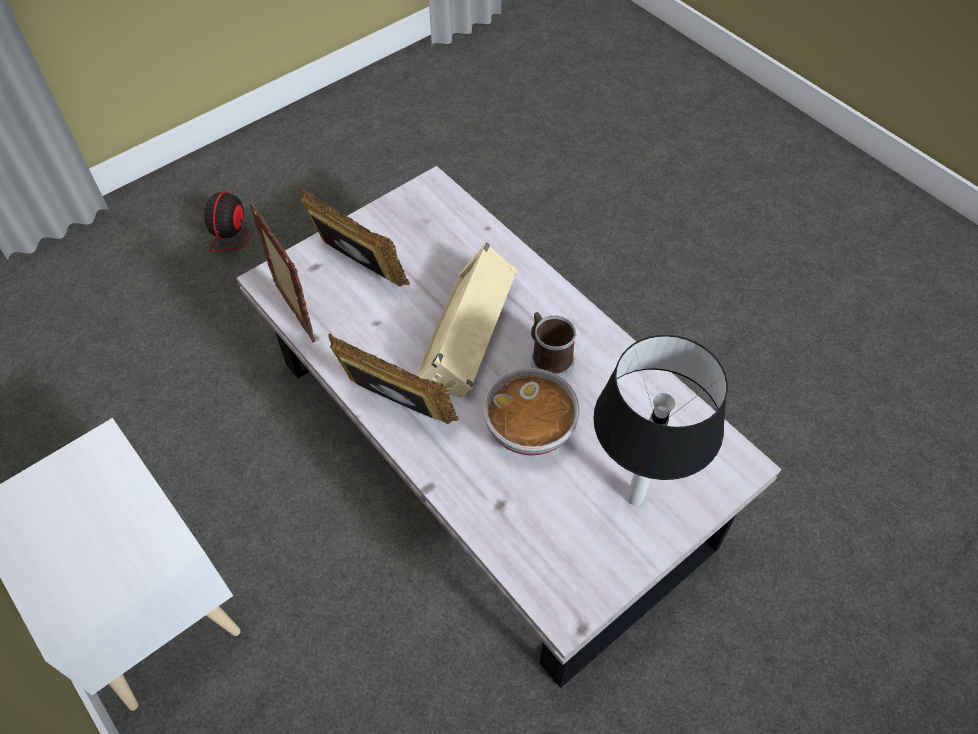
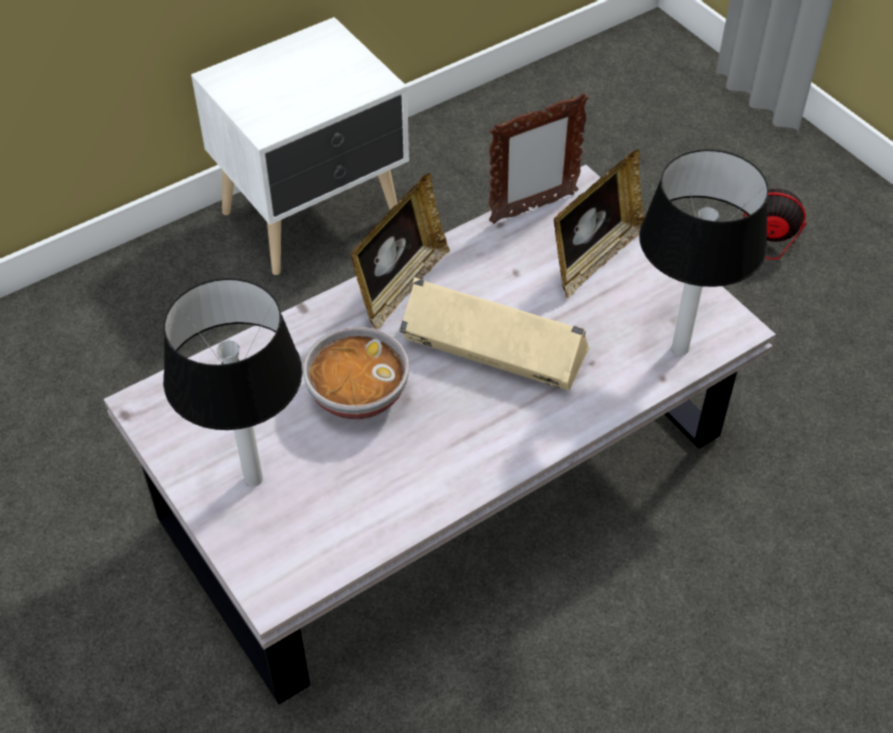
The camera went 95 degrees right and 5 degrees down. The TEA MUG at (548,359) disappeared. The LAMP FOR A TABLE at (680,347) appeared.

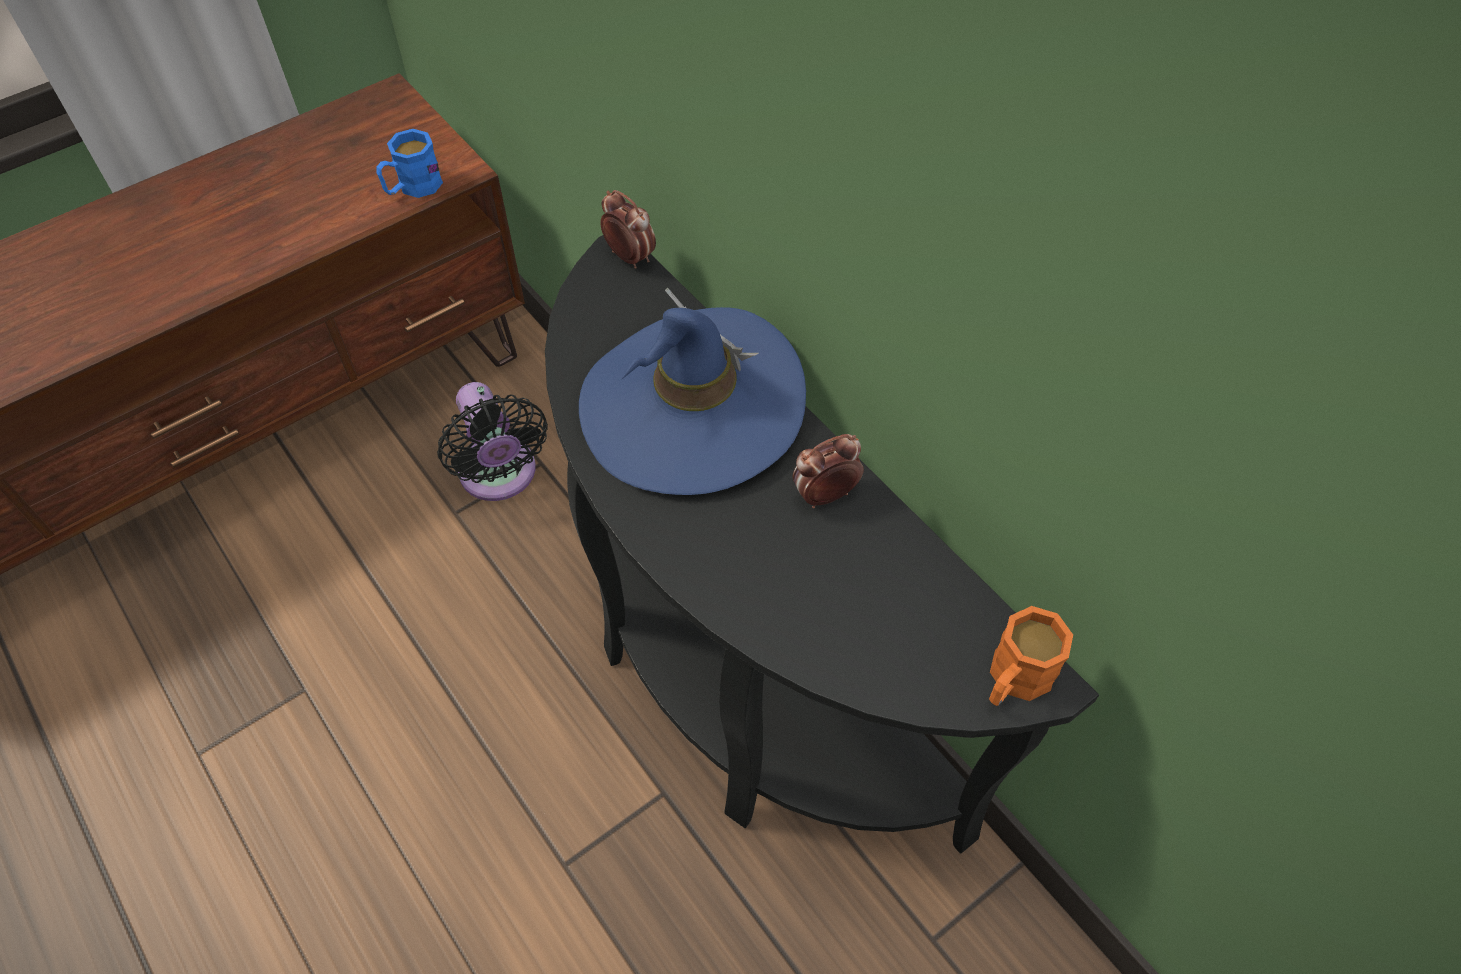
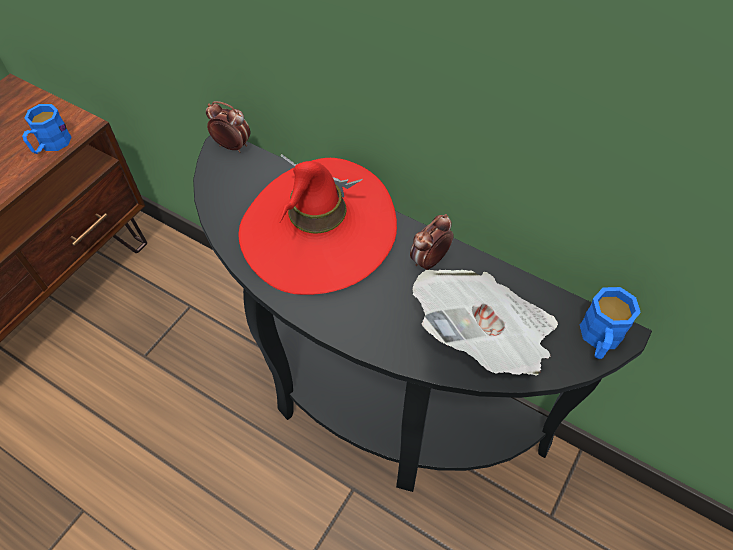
The camera went 20 degrees left and 0 degrees up. The BLACK-COLOURED COOLING FAN at (500,476) disappeared. The DAILY PAPER at (485,337) appeared. The BLUE CLOTHING HAT at (692,407) became the RED CLOTHING HAT at (318,231). The ORANGE TEA MUG at (1014,680) became the BLUE TEA MUG at (599,339).

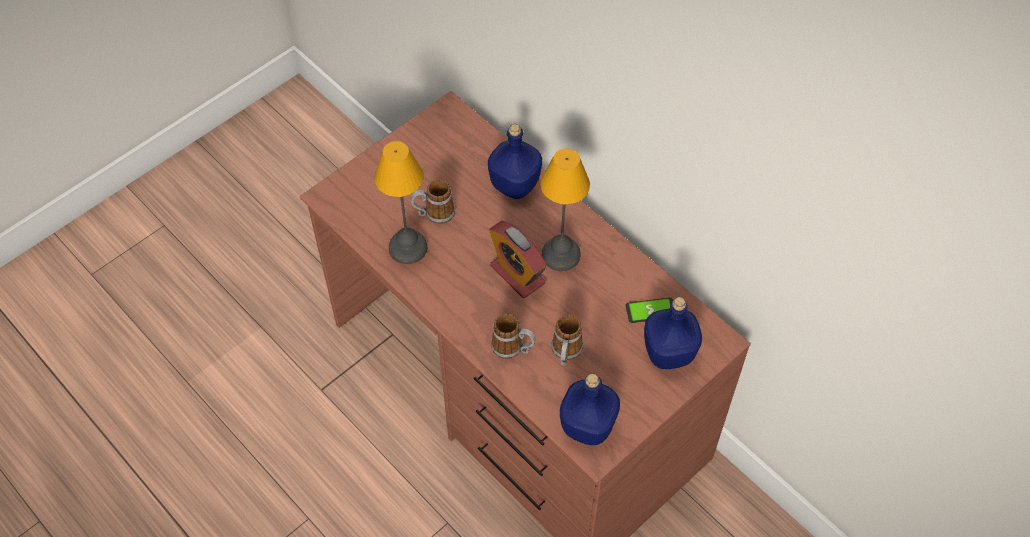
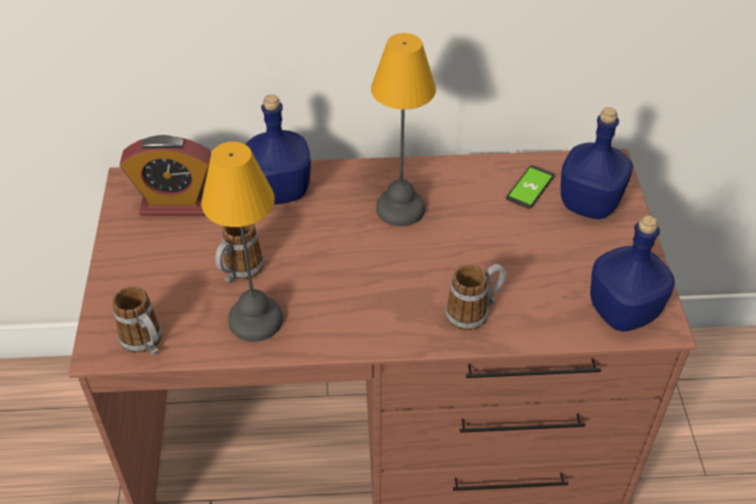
The camera went 50 degrees left and 10 degrees down. The ALARM CLOCK moved from (517,274) to (175,204). The TEA MUG moved from (565,353) to (146,343).

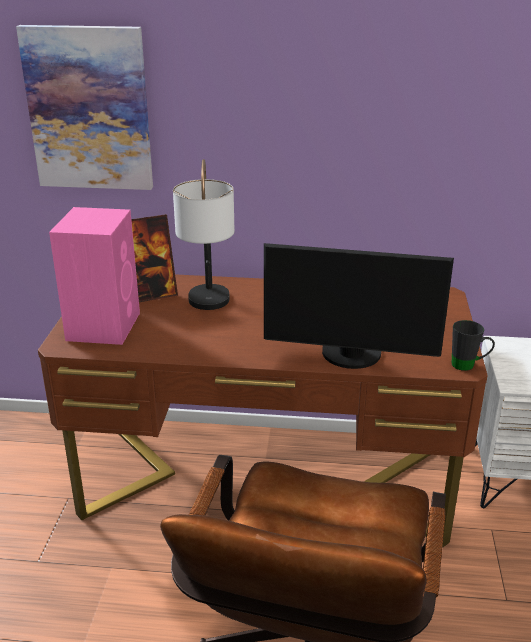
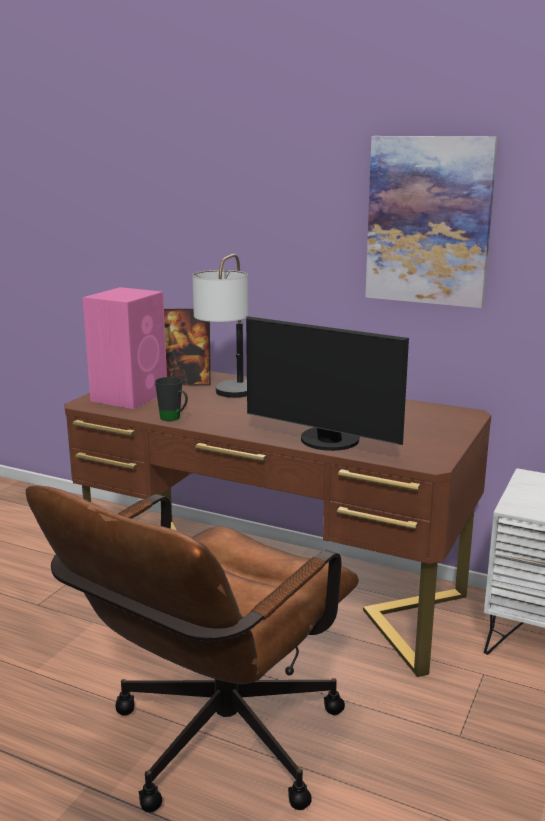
The camera went 20 degrees right and 10 degrees down. The WALL ART moved from (89,109) to (429,221). The BLACK-COLOURED TEA MUG moved from (468,366) to (174,419).

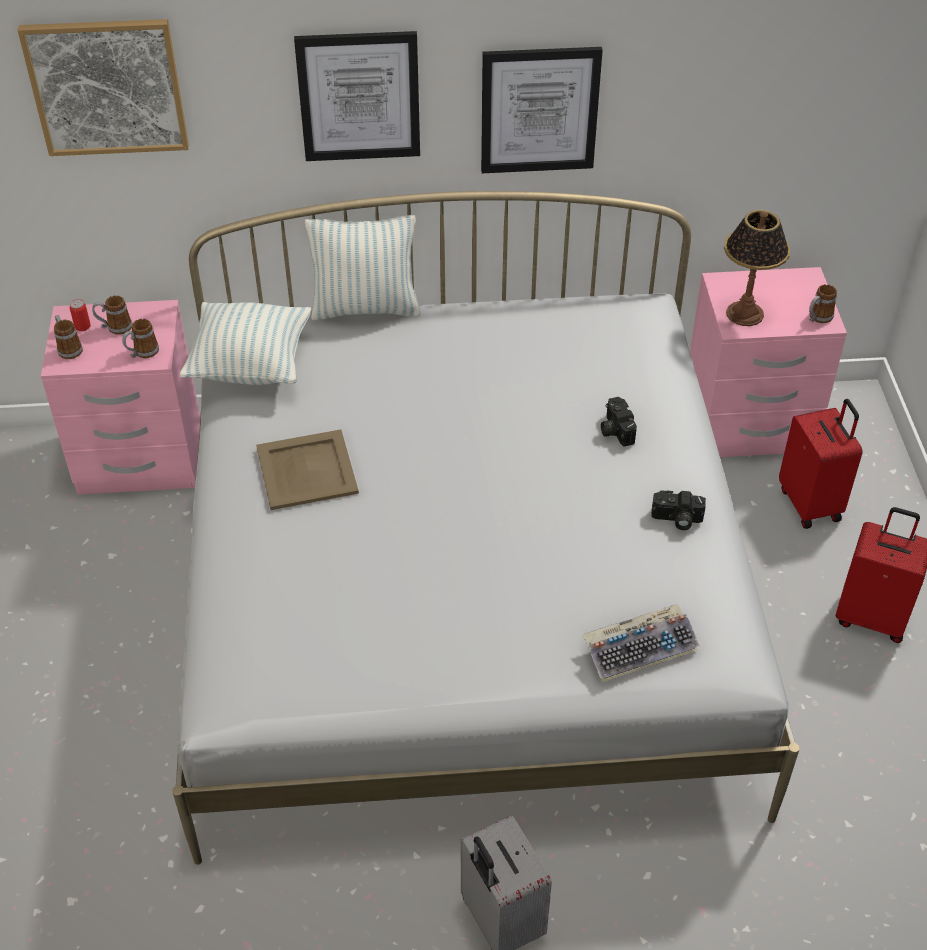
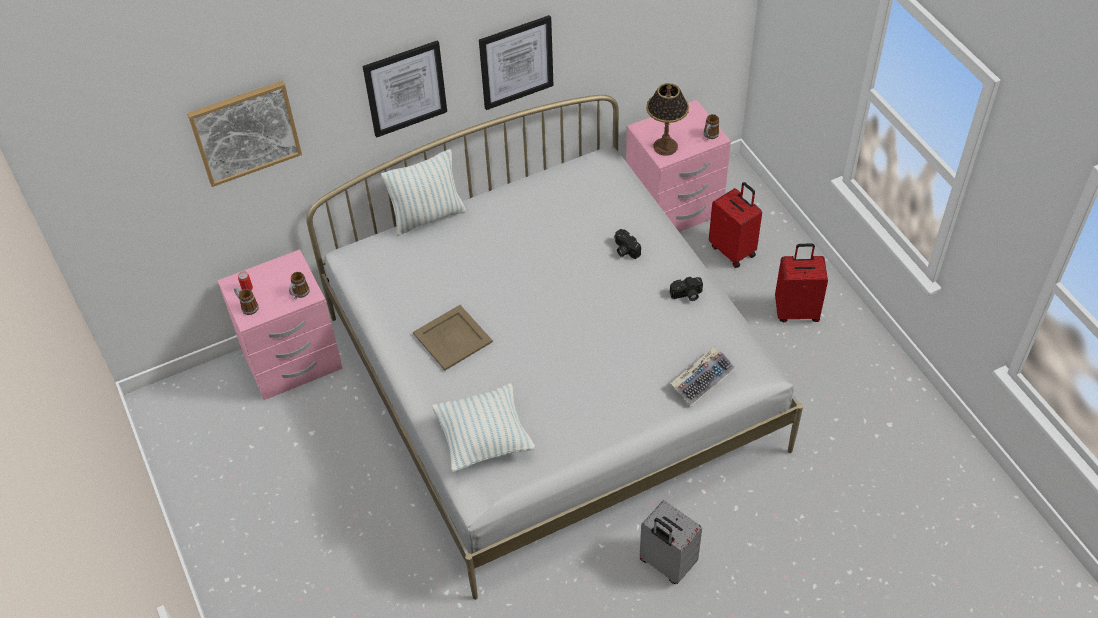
The camera went 20 degrees left and 5 degrees up. The TEA MUG at (115,328) disappeared. The CUSHION moved from (251,365) to (484,439).

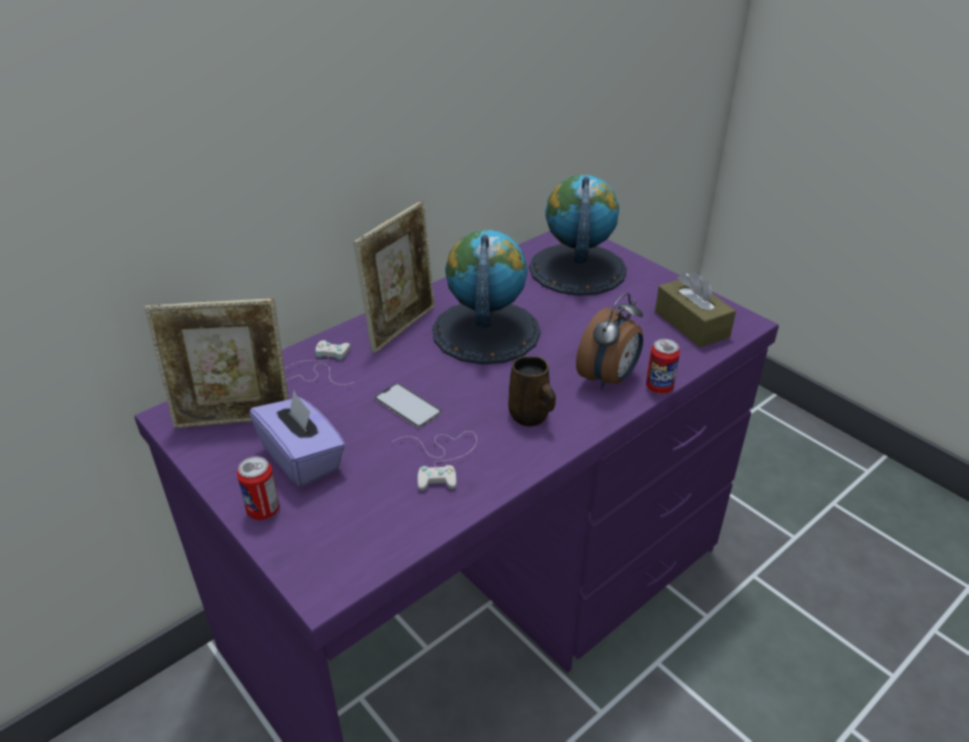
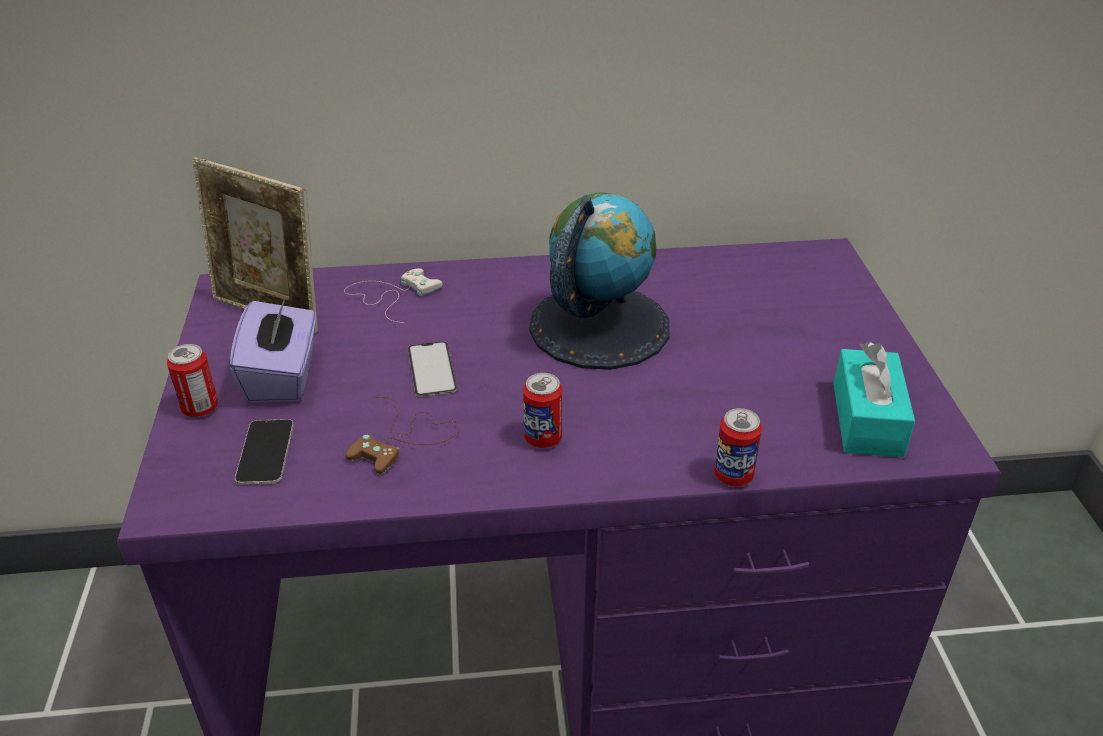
The camera went 35 degrees right and 0 degrees up. The STANDING FRAME at (401,327) disappeared. The DESK GLOBE at (577,269) disappeared. The ALARM CLOCK at (609,378) disappeared. The HANDSET at (265,452) appeared. The BROWN-COLOURED TEA MUG at (530,416) was replaced by the CAN at (543,438). The WHITISH JOYPAD at (442,458) became the BROWN-COLOURED JOYPAD at (404,438). The BROWN-COLOURED TISSUE BOX at (691,324) became the BLUE-GREEN TISSUE BOX at (867,419).

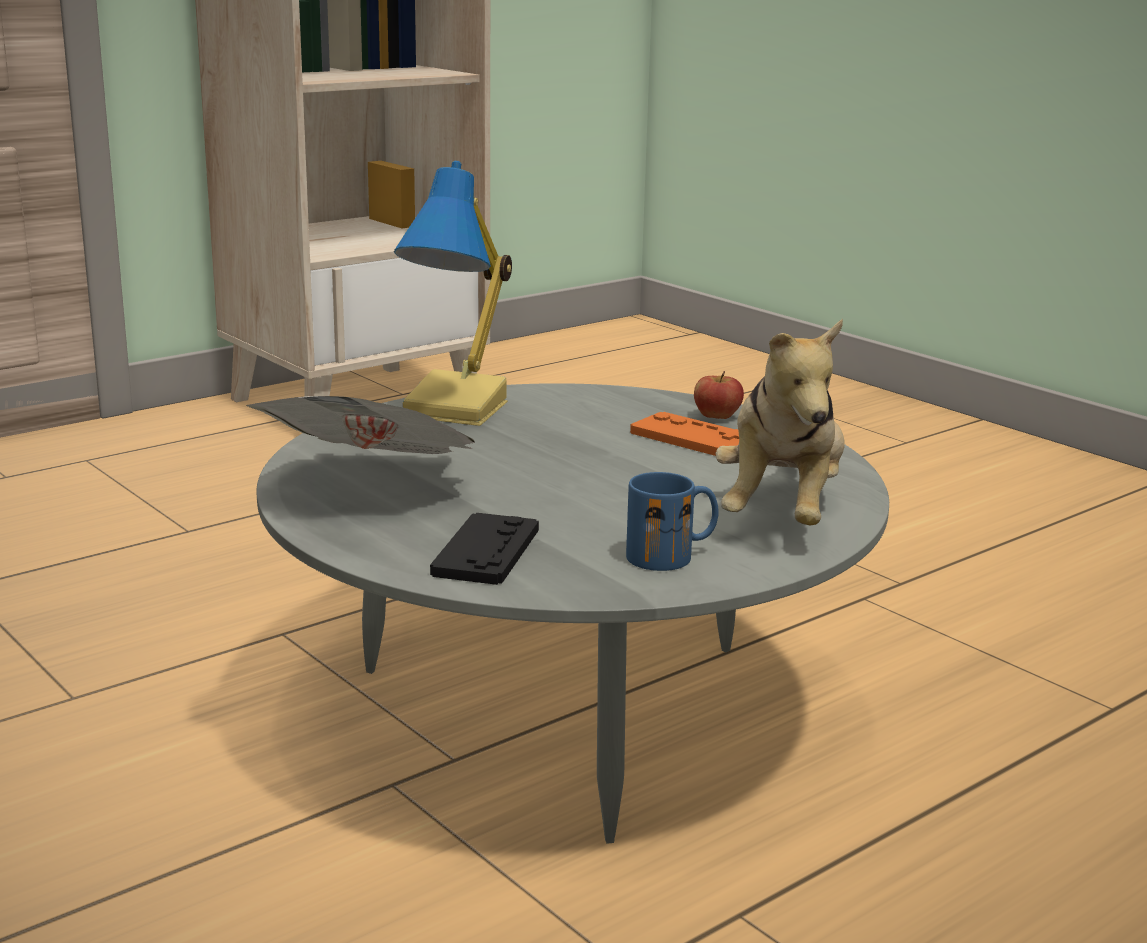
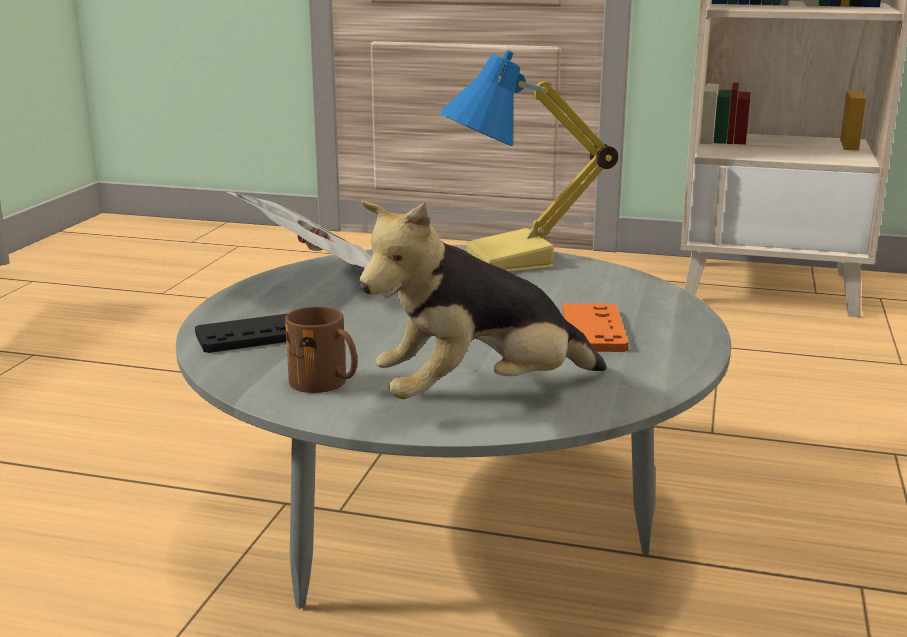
The camera went 55 degrees right and 0 degrees up. The WHOLE APPLE at (717,417) disappeared. The BLUE TEA MUG at (671,556) became the BROWN-COLOURED TEA MUG at (327,384).

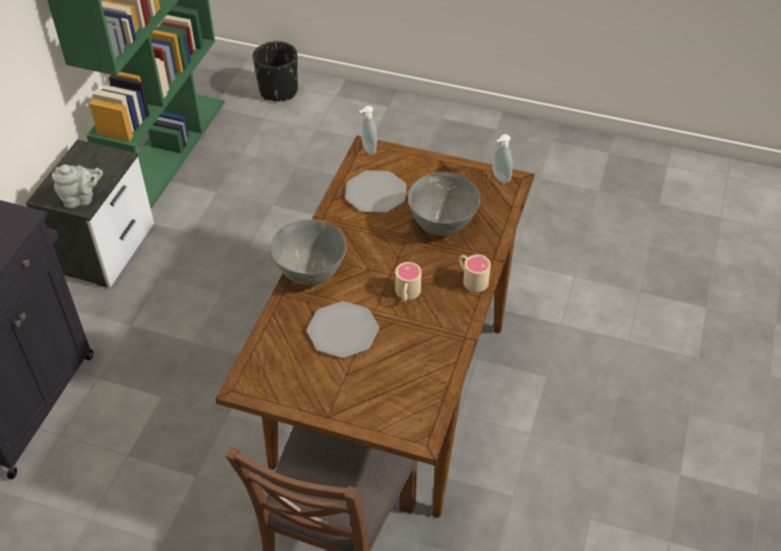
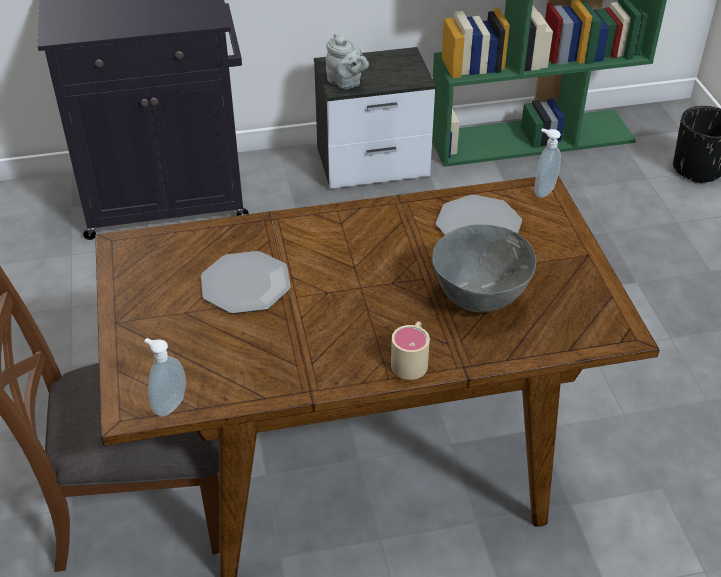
The camera went 60 degrees right and 5 degrees down. The GRAY DEEP DISH at (311,273) disappeared. The BEIGE-COLOURED TEA MUG at (407,294) disappeared. The SOAP DISPENSER moved from (499,178) to (168,404).

